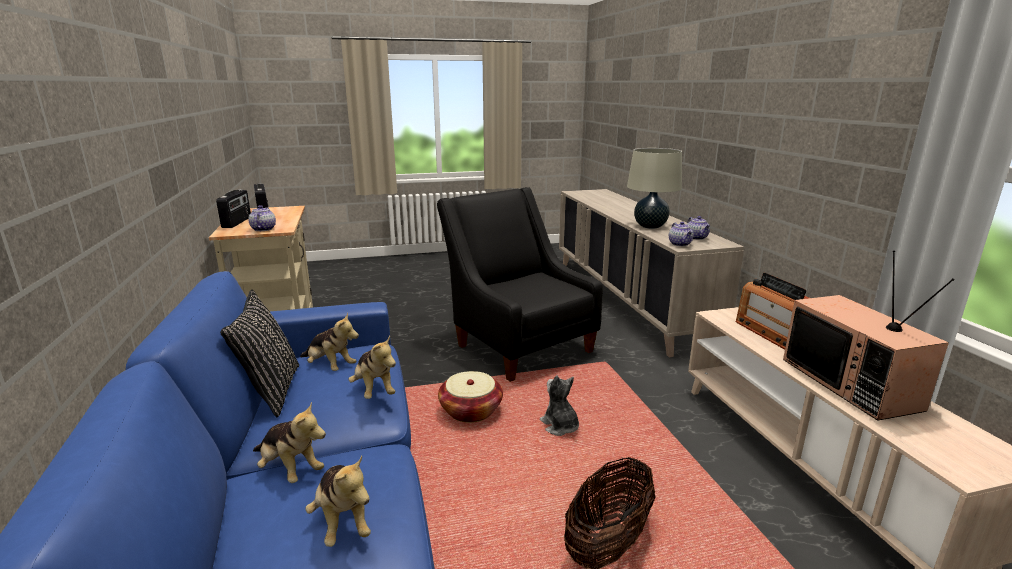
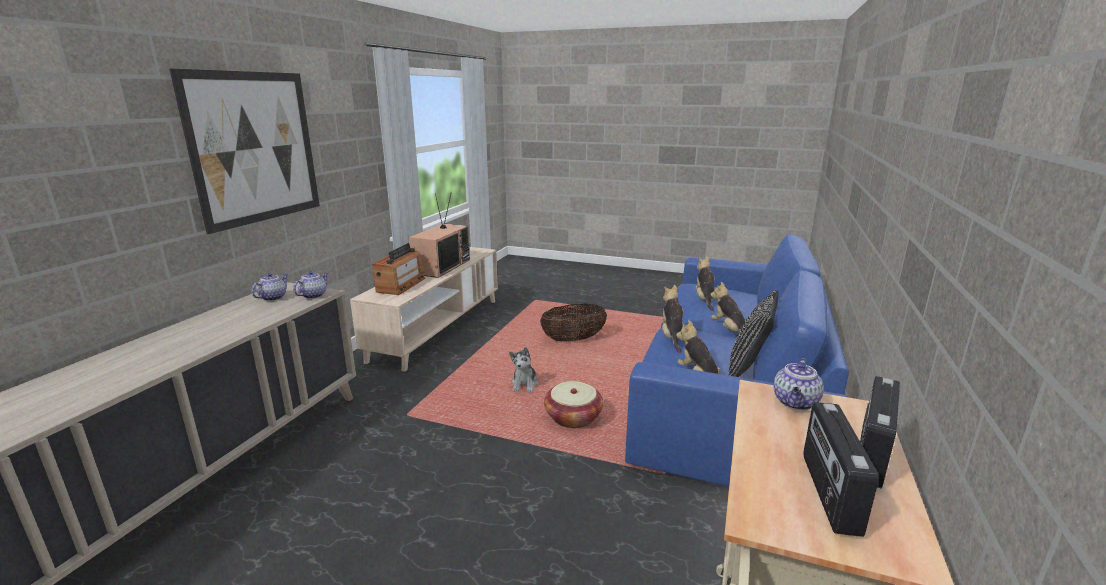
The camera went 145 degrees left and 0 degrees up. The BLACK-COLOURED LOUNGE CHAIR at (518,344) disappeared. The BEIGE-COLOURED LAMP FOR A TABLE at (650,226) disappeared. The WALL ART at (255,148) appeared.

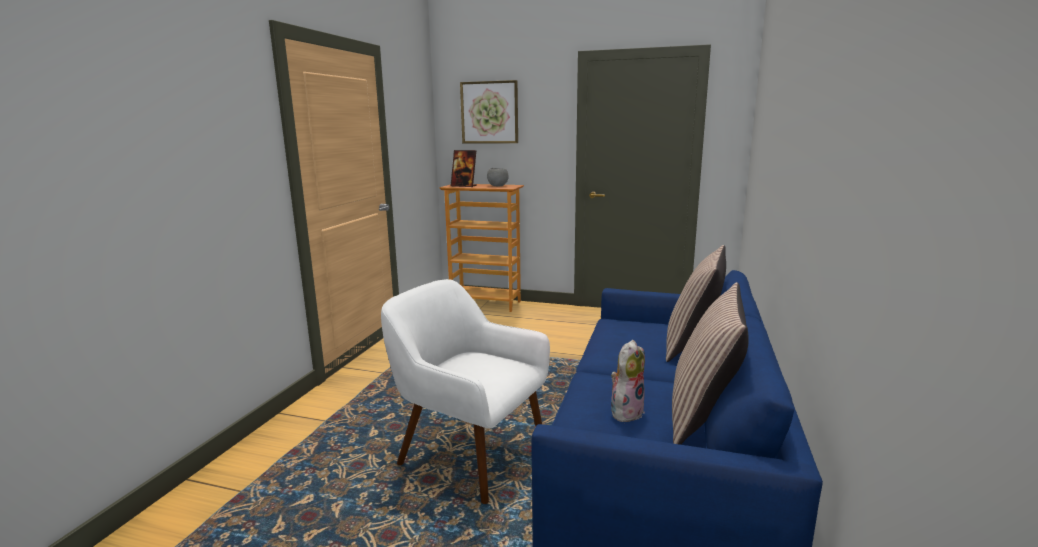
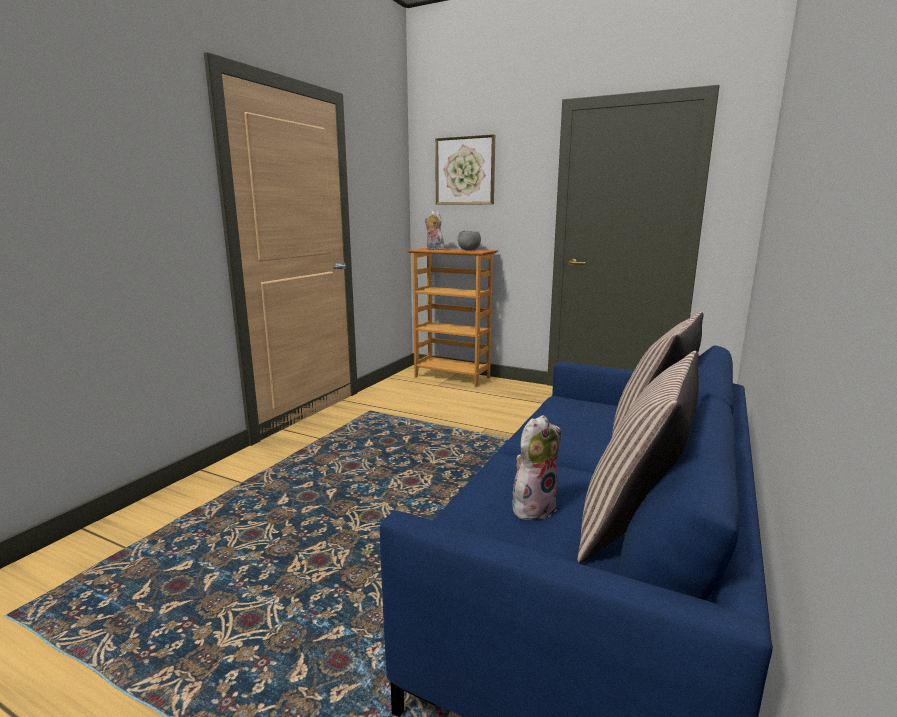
The camera went 10 degrees right and 0 degrees up. The WHITISH LOUNGE CHAIR at (470,453) disappeared. The STANDING FRAME at (464,186) was replaced by the CUDDLY TOY at (433,249).

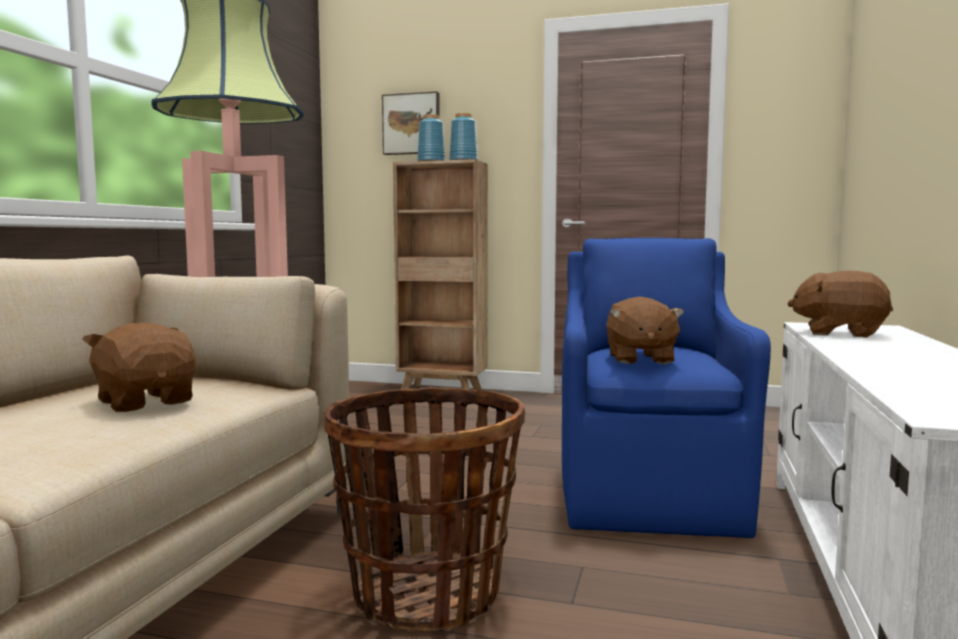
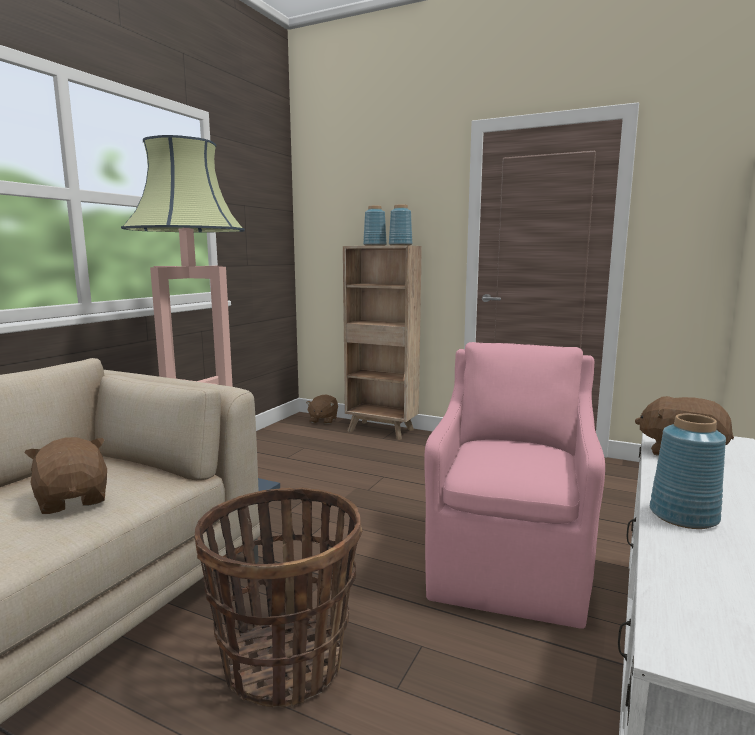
The camera went 10 degrees right and 5 degrees up. The WALL ART at (412,124) disappeared. The BLUE VASE at (683,516) appeared. The BROWN-COLOURED CUDDLY TOY moved from (639,359) to (323,420). The BLUE LOUNGE CHAIR at (649,496) became the PINK LOUNGE CHAIR at (509,567).

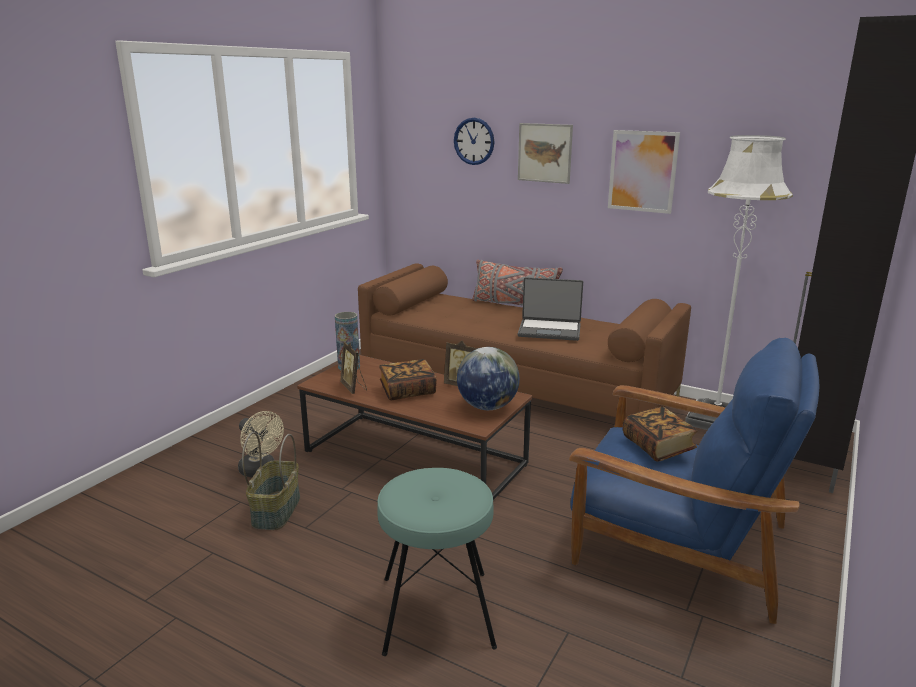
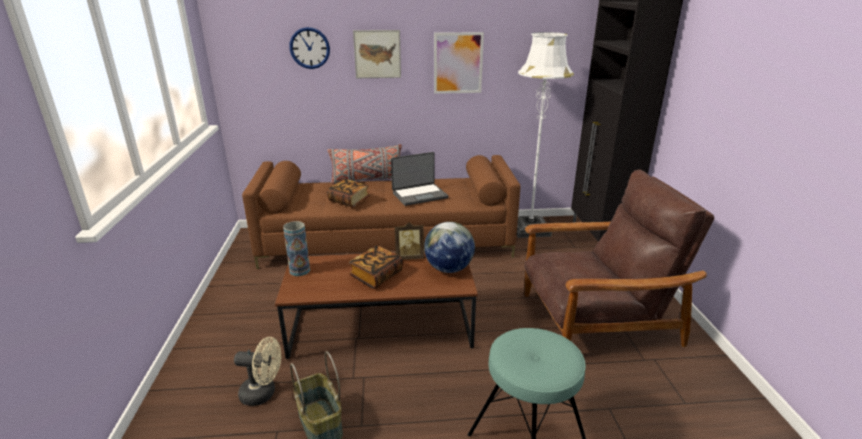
The camera went 35 degrees left and 5 degrees up. The STANDING FRAME at (354,388) disappeared. The BOOK moved from (658,447) to (349,201). The BLUE LOUNGE CHAIR at (677,543) became the BROWN-COLOURED LOUNGE CHAIR at (596,319).

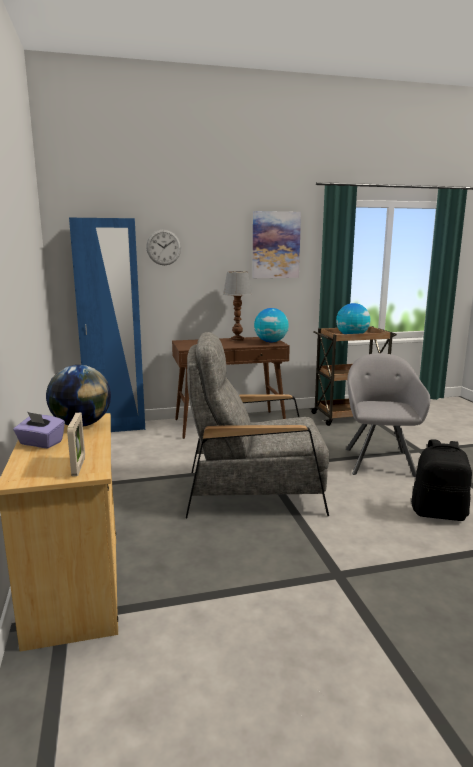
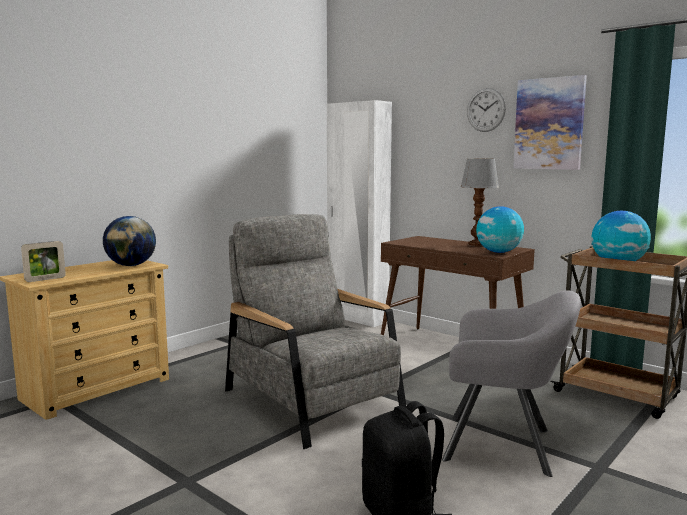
The camera went 55 degrees right and 5 degrees down. The PURPLISH TISSUE BOX at (40,443) disappeared. The HANGING CLOCK moved from (163,247) to (486,110). The BLUE CLOTHES CUPBOARD at (116,428) became the WHITISH CLOTHES CUPBOARD at (357,319). The GRAY LOUNGE CHAIR at (379,460) turned 45 degrees clockwise.

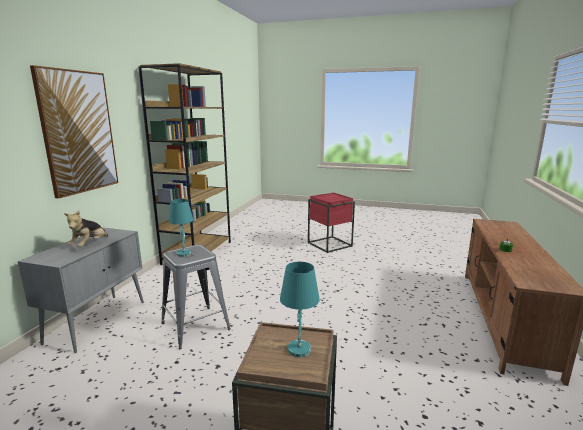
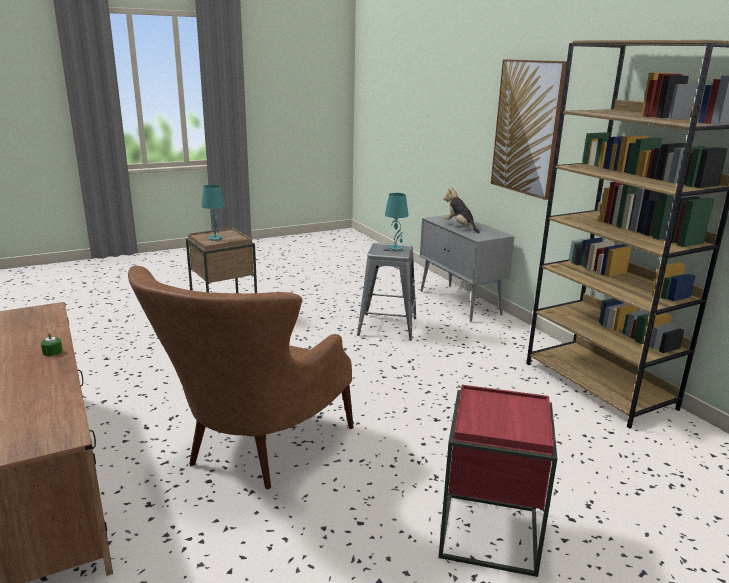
The camera went 135 degrees right and 5 degrees up. The BROWN-COLOURED LOUNGE CHAIR at (251,453) appeared.

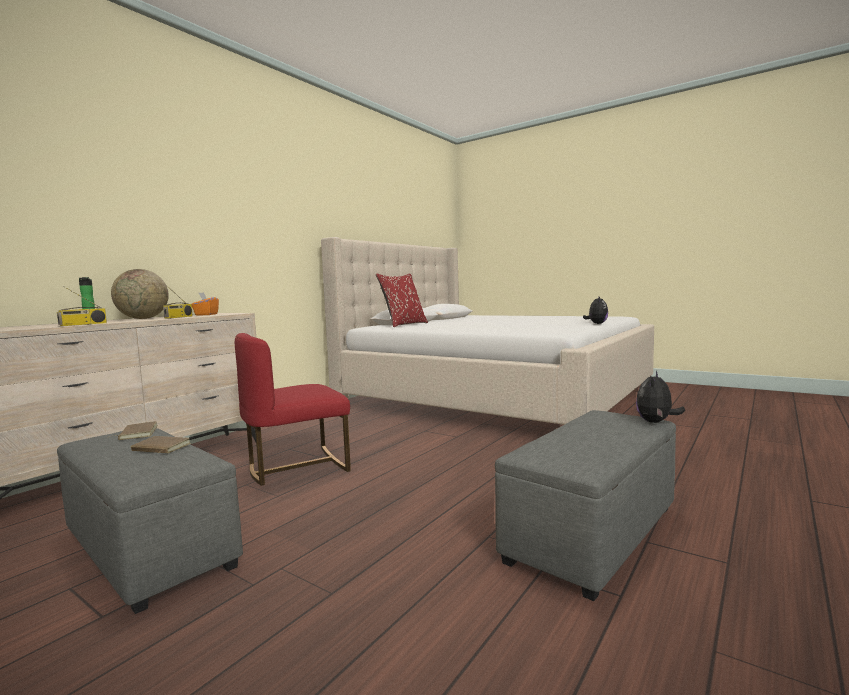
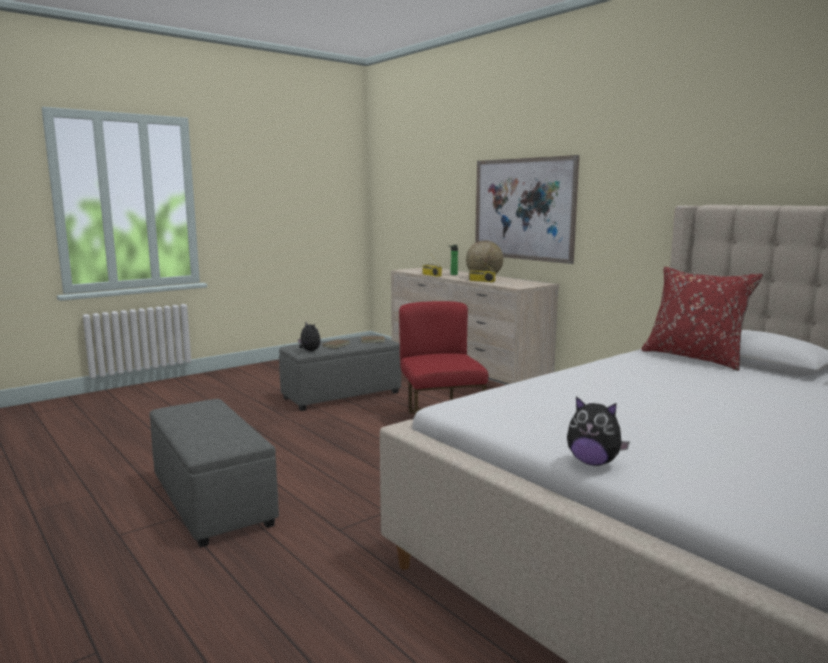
The camera went 105 degrees right and 5 degrees up. The ORANGE TISSUE BOX at (206,314) disappeared. The WALL ART at (523,209) appeared. The CUDDLY TOY moved from (656,422) to (309,351).

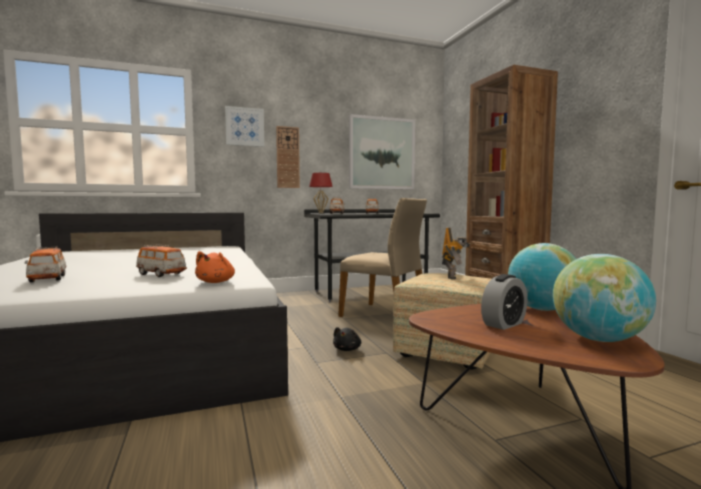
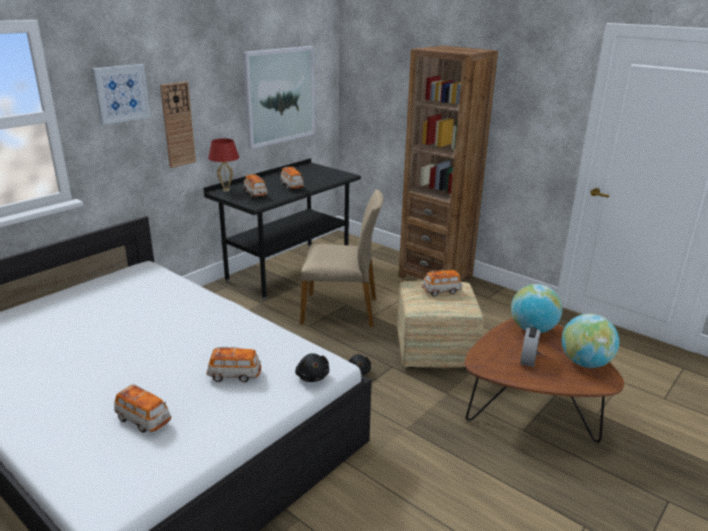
The camera went 30 degrees left and 20 degrees up. The MODEL ROBOT at (453,276) was replaced by the MODEL CAR at (441,291). The ORANGE CUDDLY TOY at (216,282) became the BLACK-COLOURED CUDDLY TOY at (312,376).

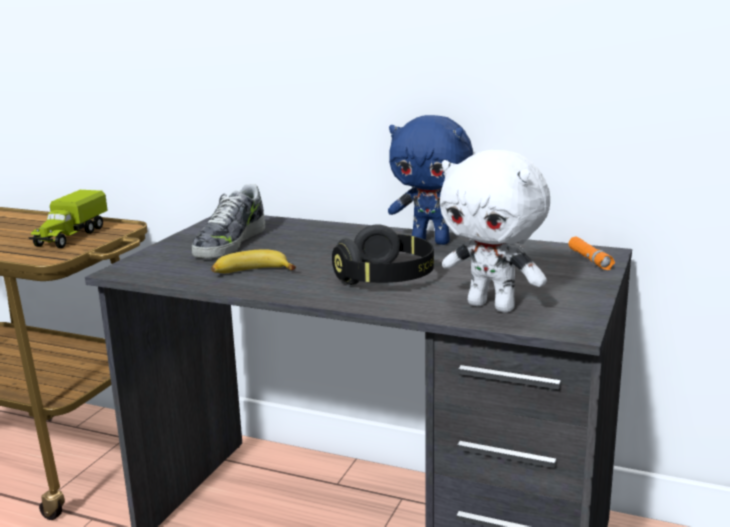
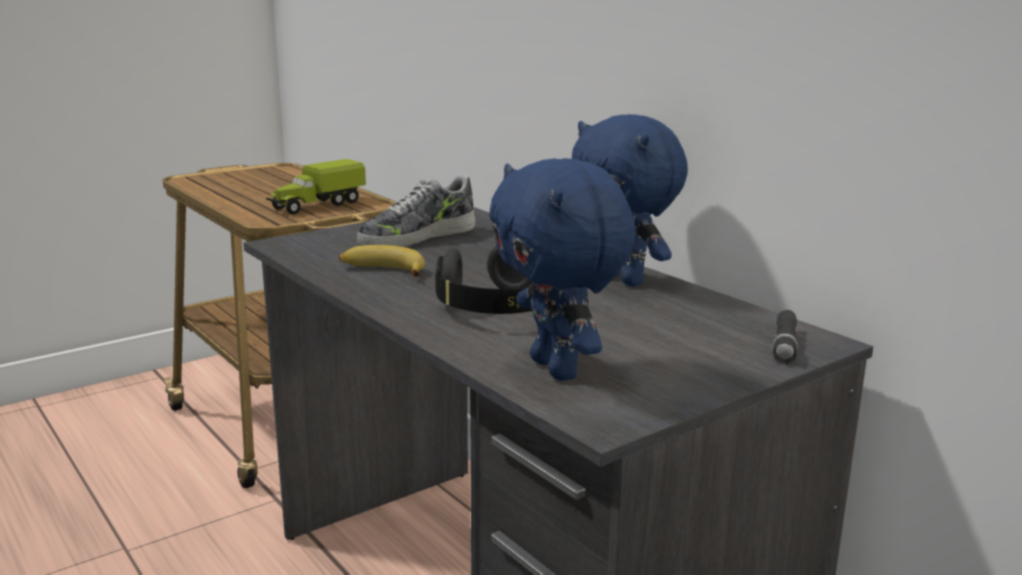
The camera went 30 degrees right and 0 degrees up. The WHITISH CUDDLY TOY at (493,306) became the BLUE CUDDLY TOY at (558,369). The ORANGE TORCH at (590,259) became the BLACK-COLOURED TORCH at (784,345).

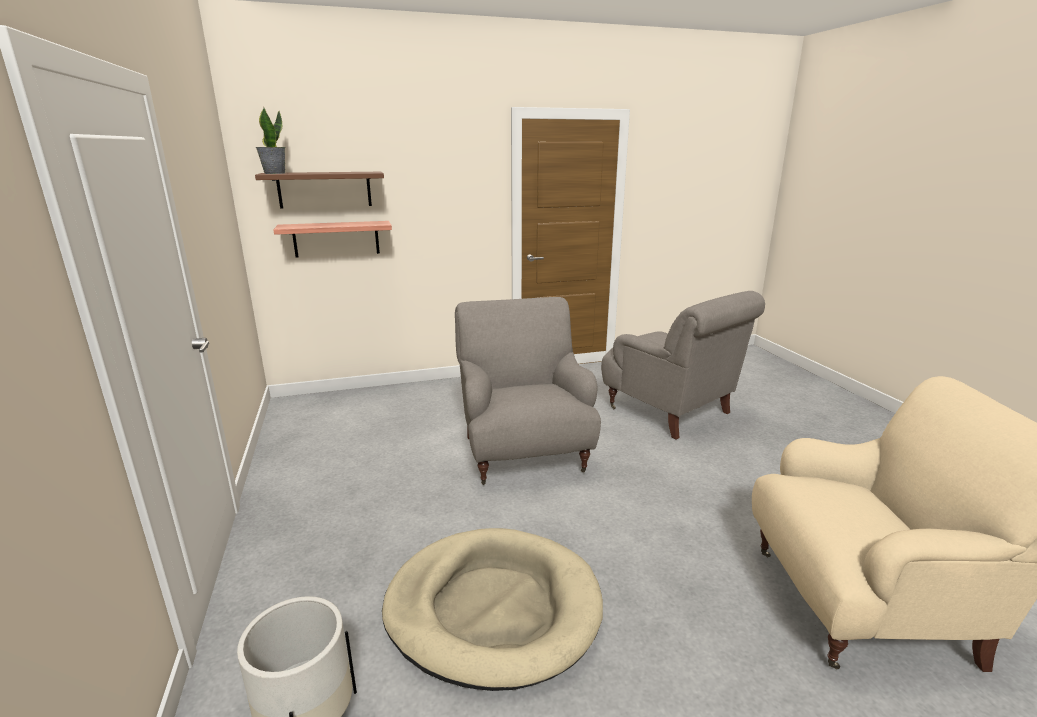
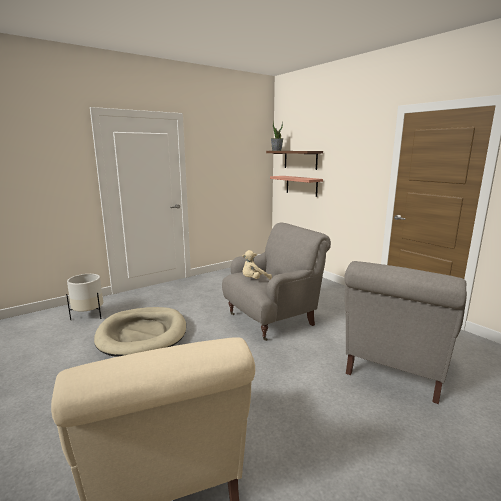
The camera went 70 degrees right and 5 degrees down. The BEIGE-COLOURED CUDDLY TOY at (254,280) appeared.

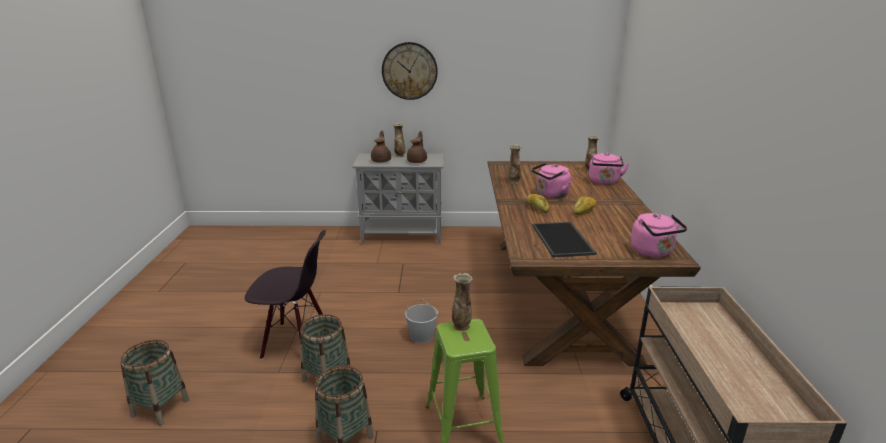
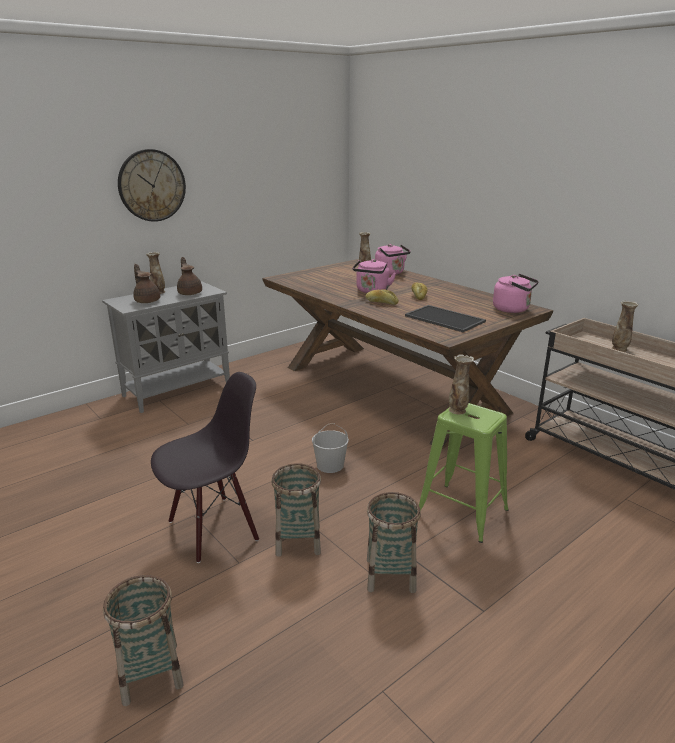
The camera went 40 degrees left and 0 degrees up. The VASE moved from (513,182) to (619,349).

